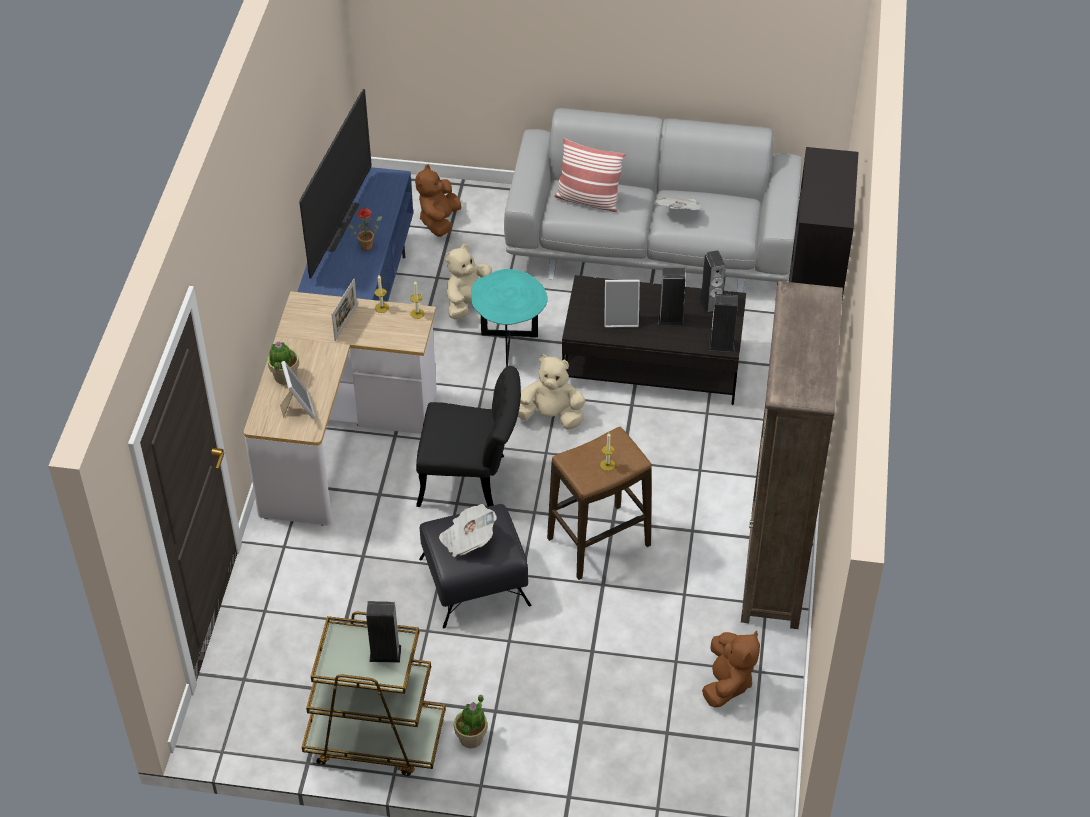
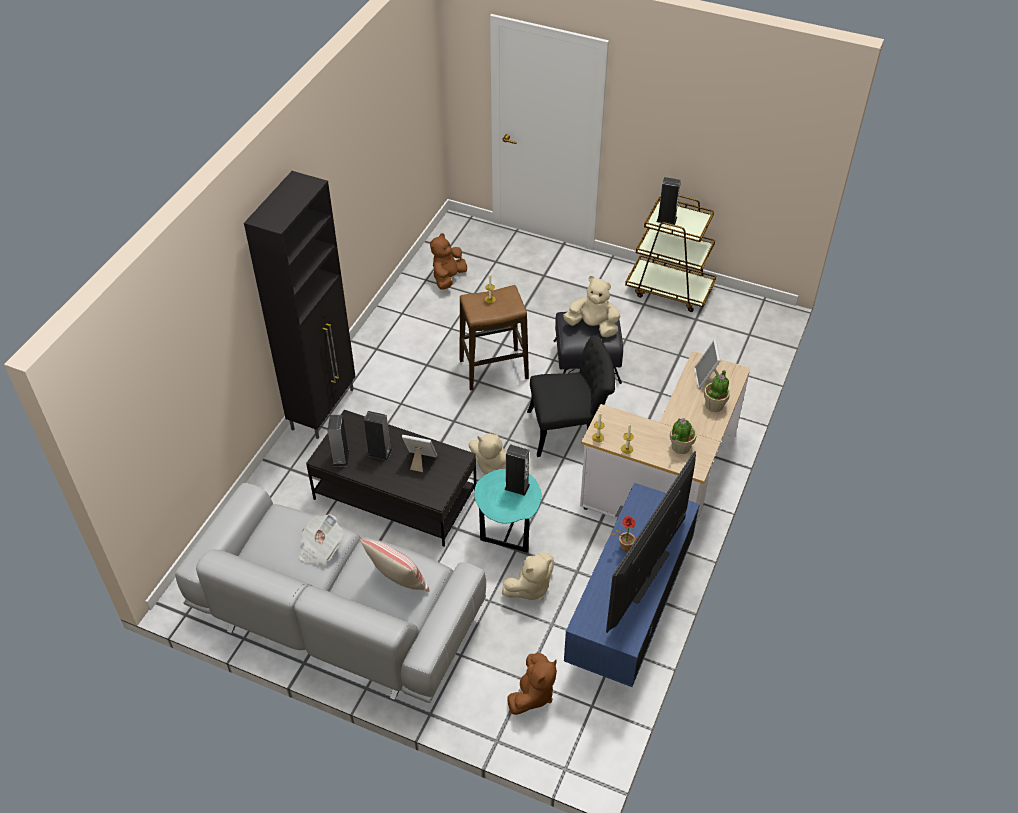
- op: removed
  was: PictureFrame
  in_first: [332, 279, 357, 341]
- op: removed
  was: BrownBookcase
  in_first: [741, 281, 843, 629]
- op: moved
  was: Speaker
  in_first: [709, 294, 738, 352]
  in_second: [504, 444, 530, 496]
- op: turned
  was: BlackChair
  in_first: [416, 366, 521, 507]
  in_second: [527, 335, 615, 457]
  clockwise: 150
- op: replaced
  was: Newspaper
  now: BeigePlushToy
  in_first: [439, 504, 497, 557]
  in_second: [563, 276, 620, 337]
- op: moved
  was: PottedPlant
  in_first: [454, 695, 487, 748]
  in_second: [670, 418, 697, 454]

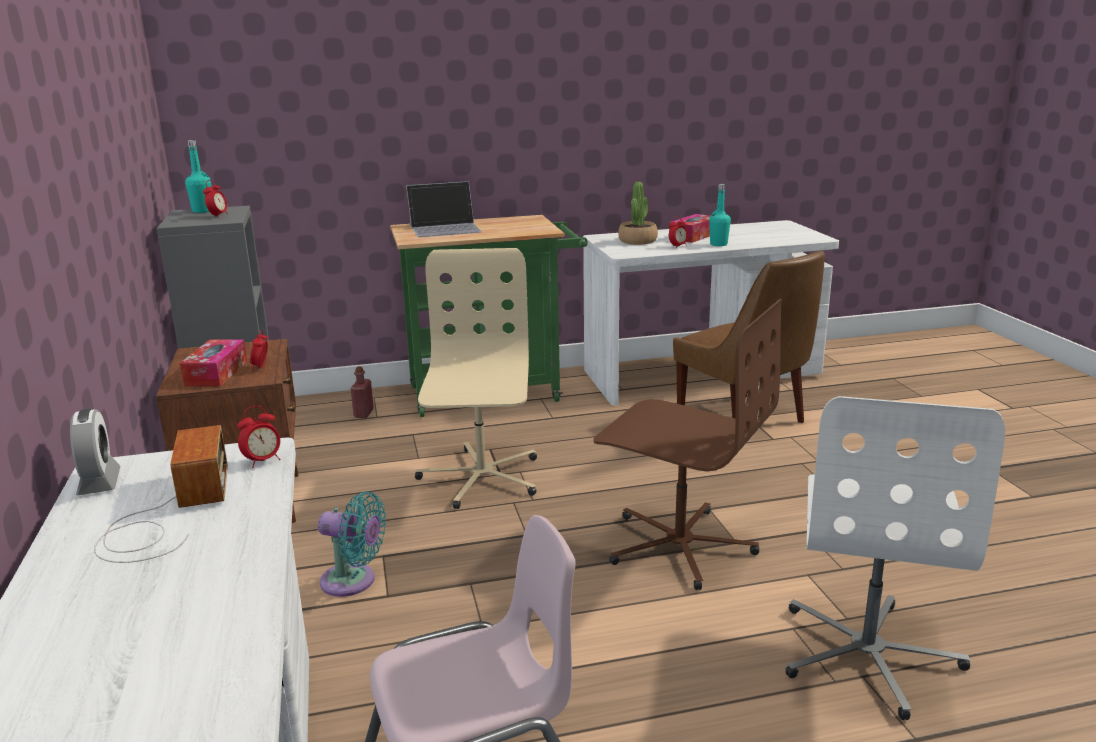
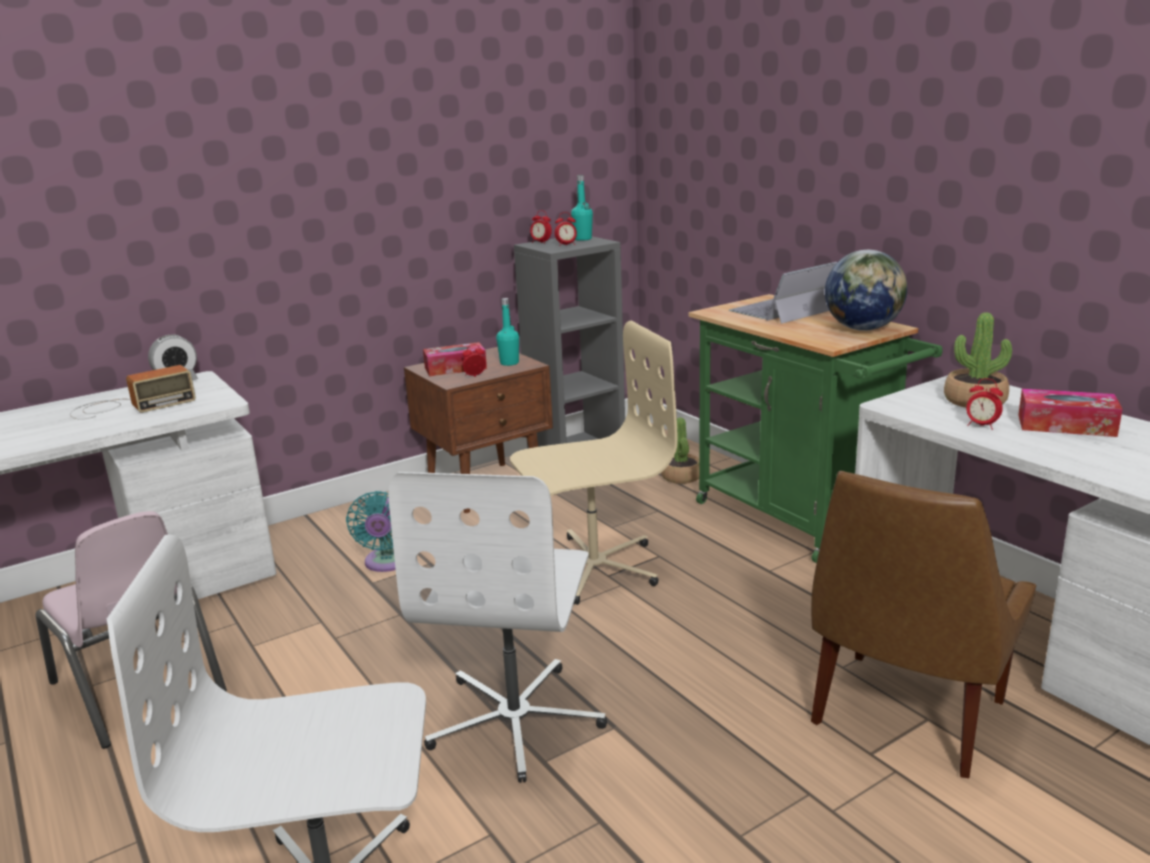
- op: turned
  was: Laptop
  in_first: [406, 181, 482, 237]
  in_second: [729, 262, 837, 324]
  clockwise: 90
- op: moved
  was: TurquoiseBottle
  in_first: [709, 184, 731, 246]
  in_second: [496, 298, 519, 366]
- op: recoloured
  was: BrownOfficeChair
  now: WhiteOfficeChair
  in_first: [593, 299, 782, 590]
  in_second: [388, 472, 607, 783]
- op: replaced
  was: RedBottle
  now: PottedPlant
  in_first: [350, 366, 374, 418]
  in_second: [661, 418, 699, 484]
- op: moved
  was: AlarmClock
  in_first: [237, 406, 280, 468]
  in_second: [530, 210, 552, 244]
- op: added
  now: Globe
  in_second: [825, 250, 907, 331]

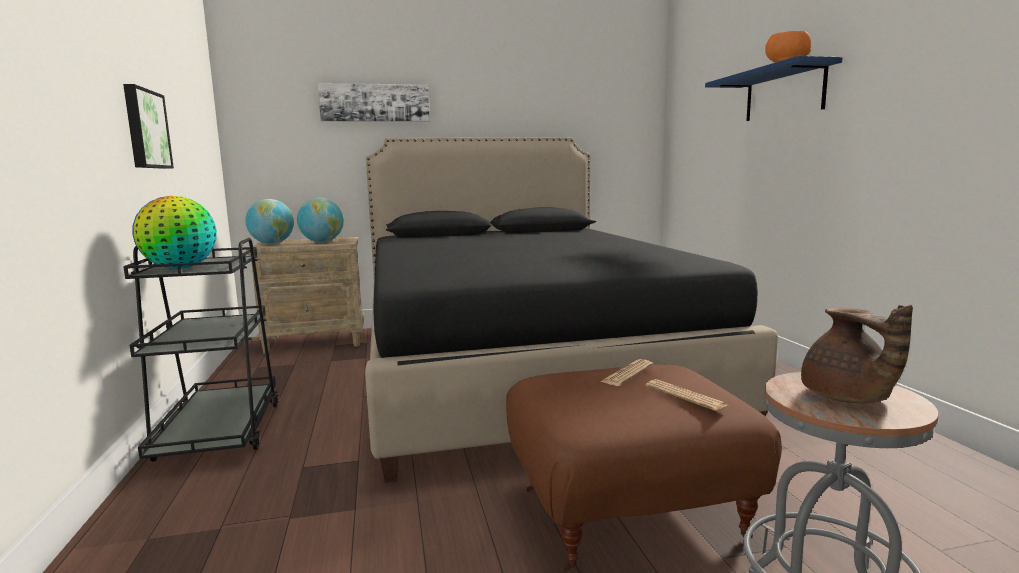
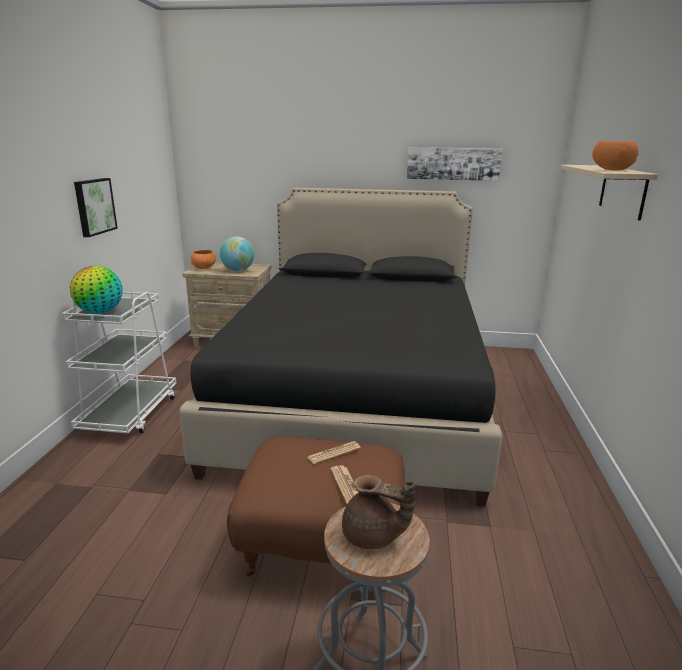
- op: recoloured
  was: BlueShelf
  now: BeigeShelf
  in_first: [705, 56, 842, 121]
  in_second: [561, 165, 658, 220]
- op: moved
  was: Picture
  in_first: [318, 83, 430, 122]
  in_second: [407, 147, 502, 181]
- op: replaced
  was: Globe
  now: OrangeBowl
  in_first: [245, 199, 294, 244]
  in_second: [191, 250, 216, 269]
- op: recoloured
  was: BlackCart
  now: WhiteCart
  in_first: [123, 238, 279, 462]
  in_second: [62, 292, 176, 433]
- op: turned
  was: BrownTeapot
  in_first: [801, 304, 913, 403]
  in_second: [342, 475, 416, 550]
  clockwise: -75

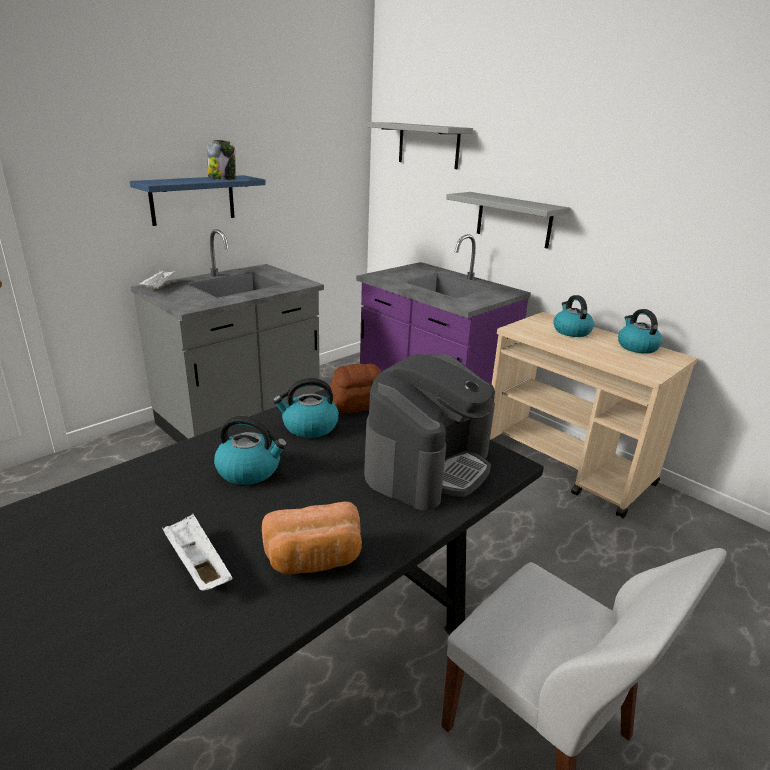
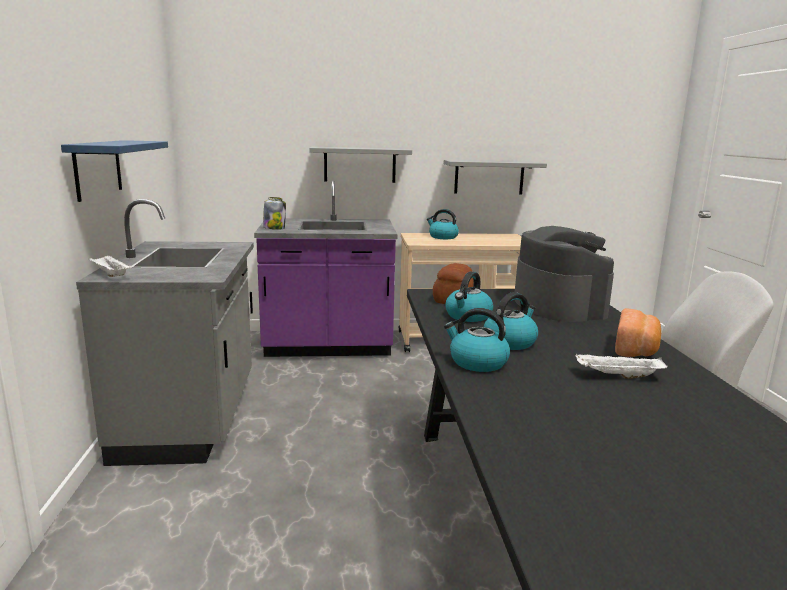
- op: moved
  was: GreyShelf
  in_first: [367, 122, 473, 169]
  in_second: [444, 160, 547, 194]
- op: moved
  was: Jar
  in_first: [207, 140, 235, 180]
  in_second: [263, 197, 286, 230]
- op: moved
  was: Kettle
  in_first: [618, 309, 663, 354]
  in_second: [444, 308, 510, 372]

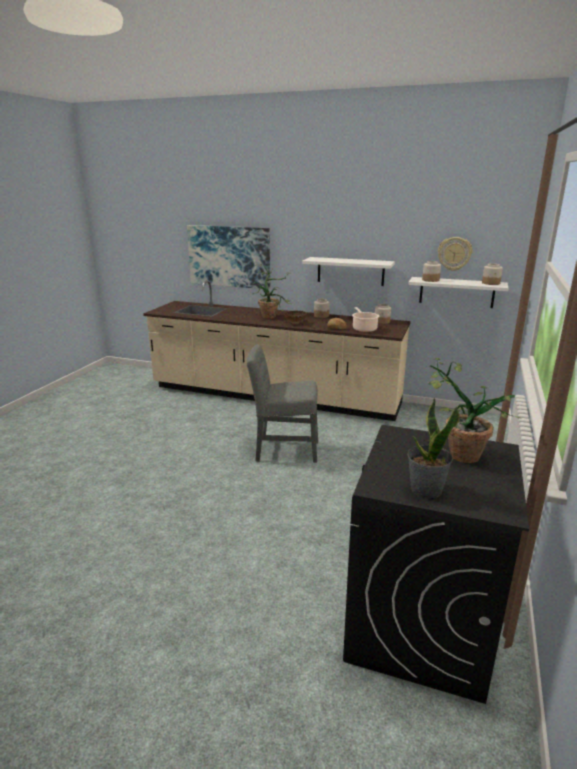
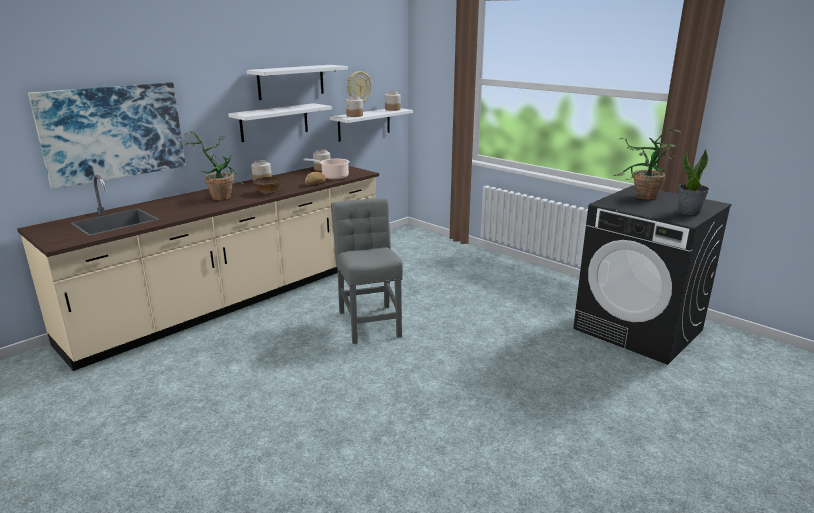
- op: turned
  was: GreyChair
  in_first: [247, 344, 318, 463]
  in_second: [331, 198, 403, 344]
  clockwise: 135
- op: added
  now: WhiteShelf
  in_second: [246, 65, 348, 100]

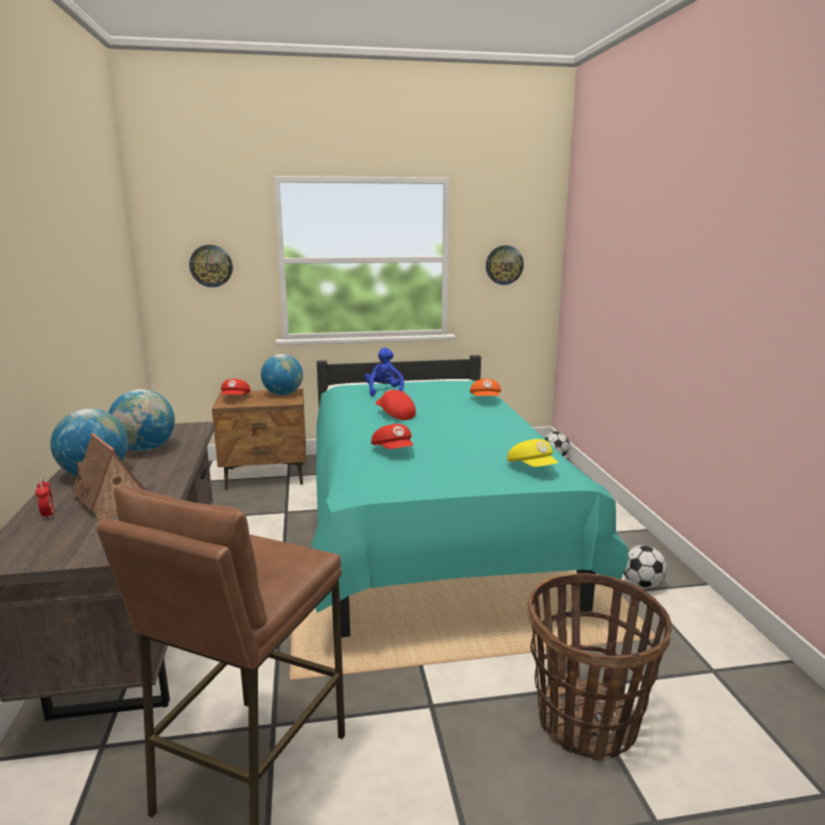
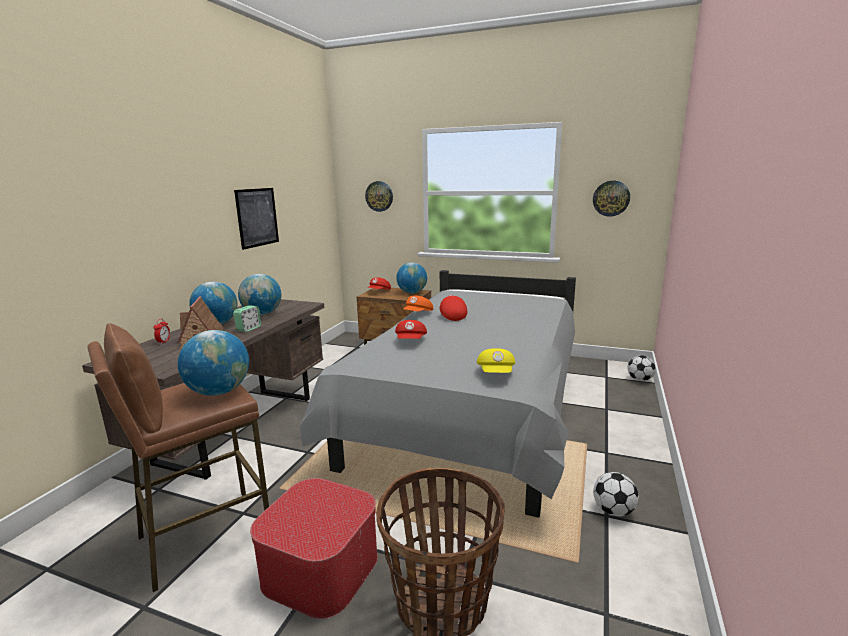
- op: removed
  was: BluePlushToy
  in_first: [365, 348, 404, 396]
- op: recoloured
  was: TurquoiseBed
  now: GreyBed
  in_first: [312, 355, 629, 637]
  in_second: [300, 270, 576, 518]
- op: moved
  was: OrangeCap
  in_first: [470, 379, 501, 396]
  in_second: [404, 296, 433, 311]
- op: added
  now: Picture
  in_second: [234, 188, 279, 250]
- op: added
  now: AlarmClock
  in_second: [233, 305, 261, 332]
- op: added
  now: Globe
  in_second: [178, 330, 249, 396]
- op: added
  now: Ottoman
  in_second: [250, 478, 378, 619]

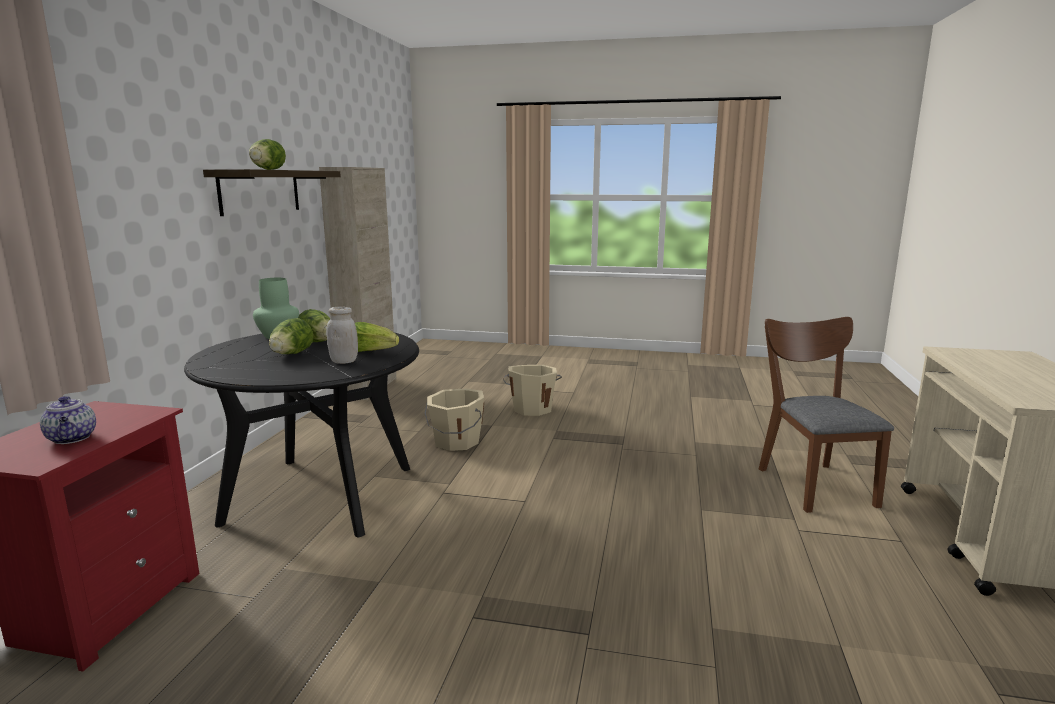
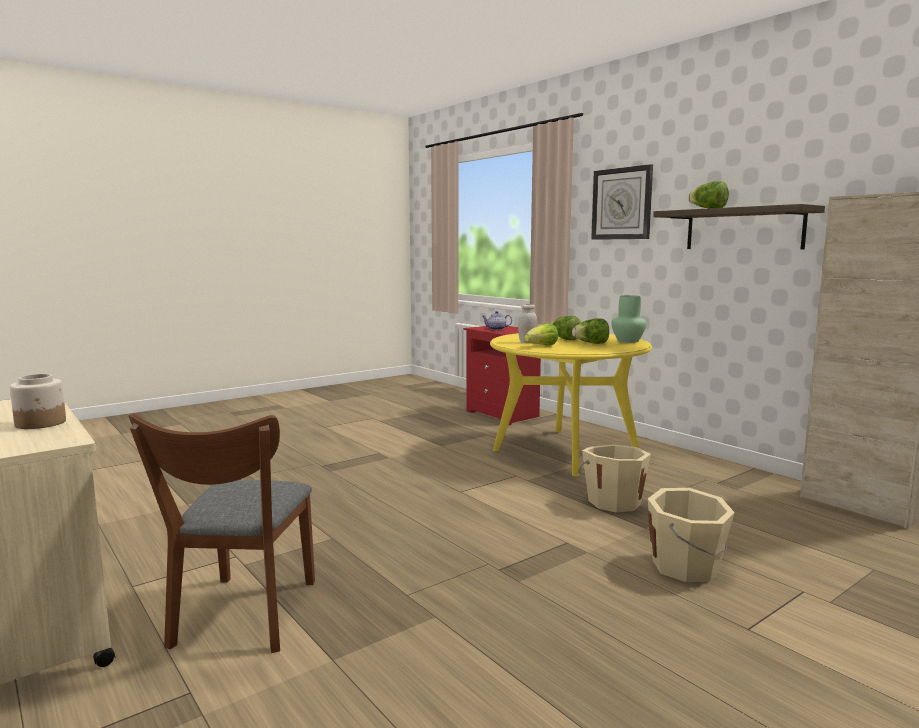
- op: turned
  was: BrownChair
  in_first: [758, 317, 894, 513]
  in_second: [129, 413, 315, 653]
  clockwise: 60
- op: recoloured
  was: BlackDiningTable
  now: YellowDiningTable
  in_first: [184, 332, 419, 538]
  in_second: [490, 333, 652, 476]
- op: added
  now: WallClock
  in_second: [591, 164, 653, 240]
- op: added
  now: Jar
  in_second: [10, 374, 66, 429]

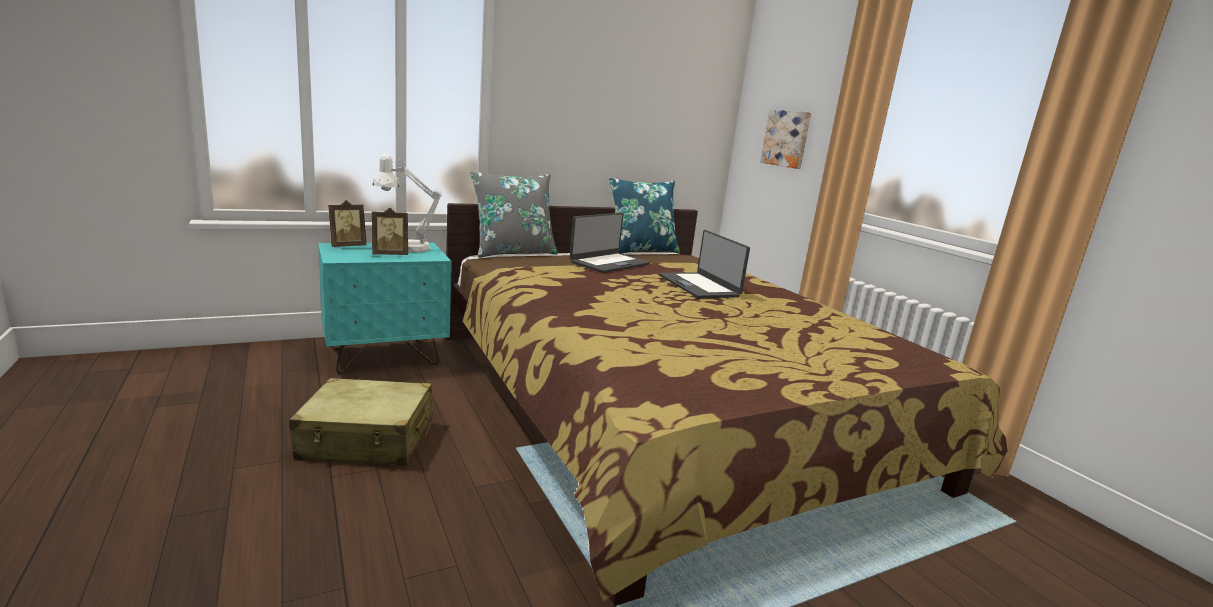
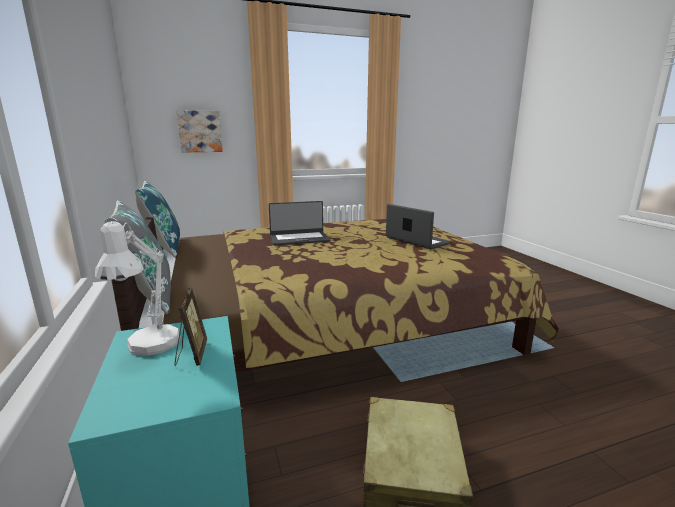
- op: removed
  was: PictureFrame
  in_first: [328, 200, 366, 247]
- op: moved
  was: Laptop
  in_first: [570, 213, 650, 273]
  in_second: [386, 204, 452, 249]

